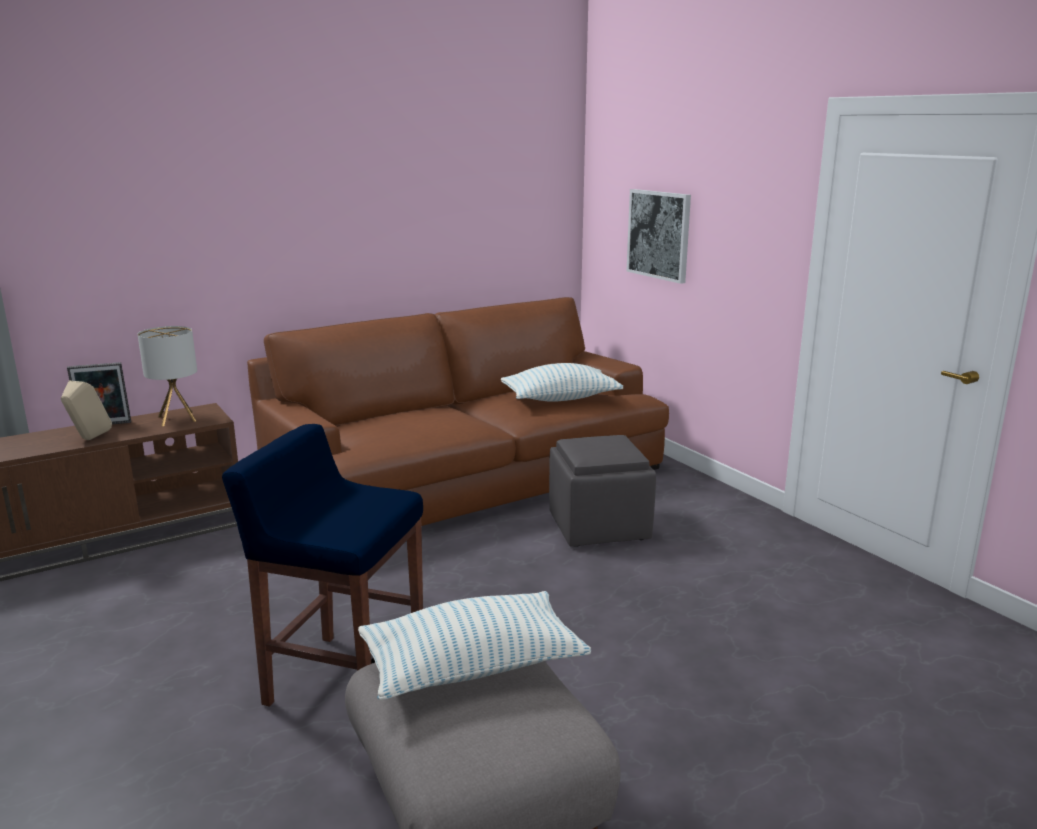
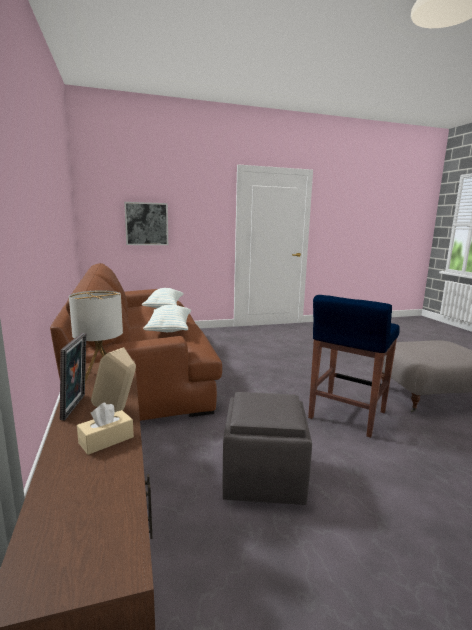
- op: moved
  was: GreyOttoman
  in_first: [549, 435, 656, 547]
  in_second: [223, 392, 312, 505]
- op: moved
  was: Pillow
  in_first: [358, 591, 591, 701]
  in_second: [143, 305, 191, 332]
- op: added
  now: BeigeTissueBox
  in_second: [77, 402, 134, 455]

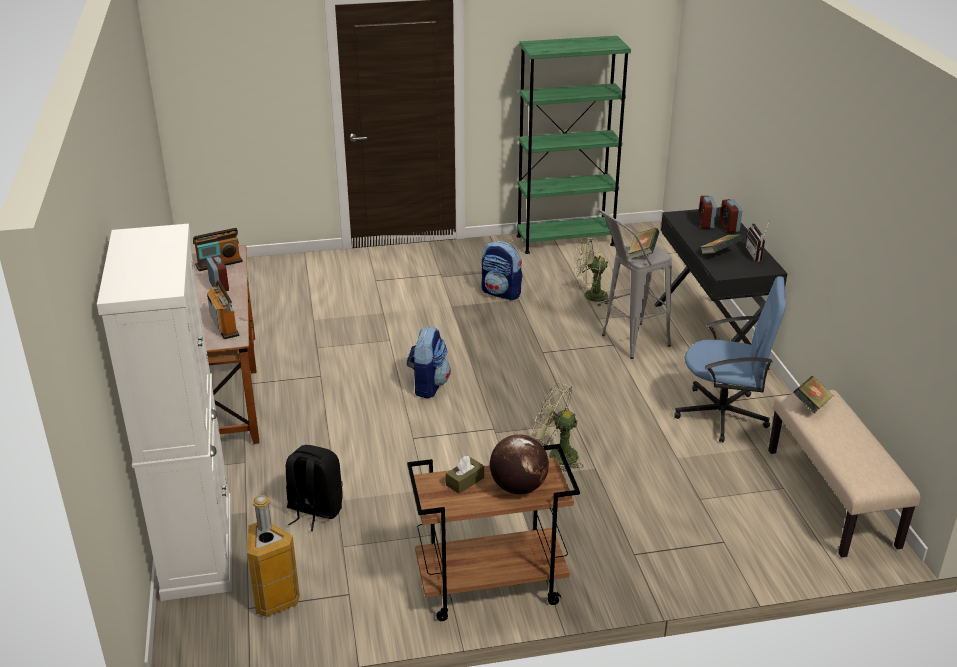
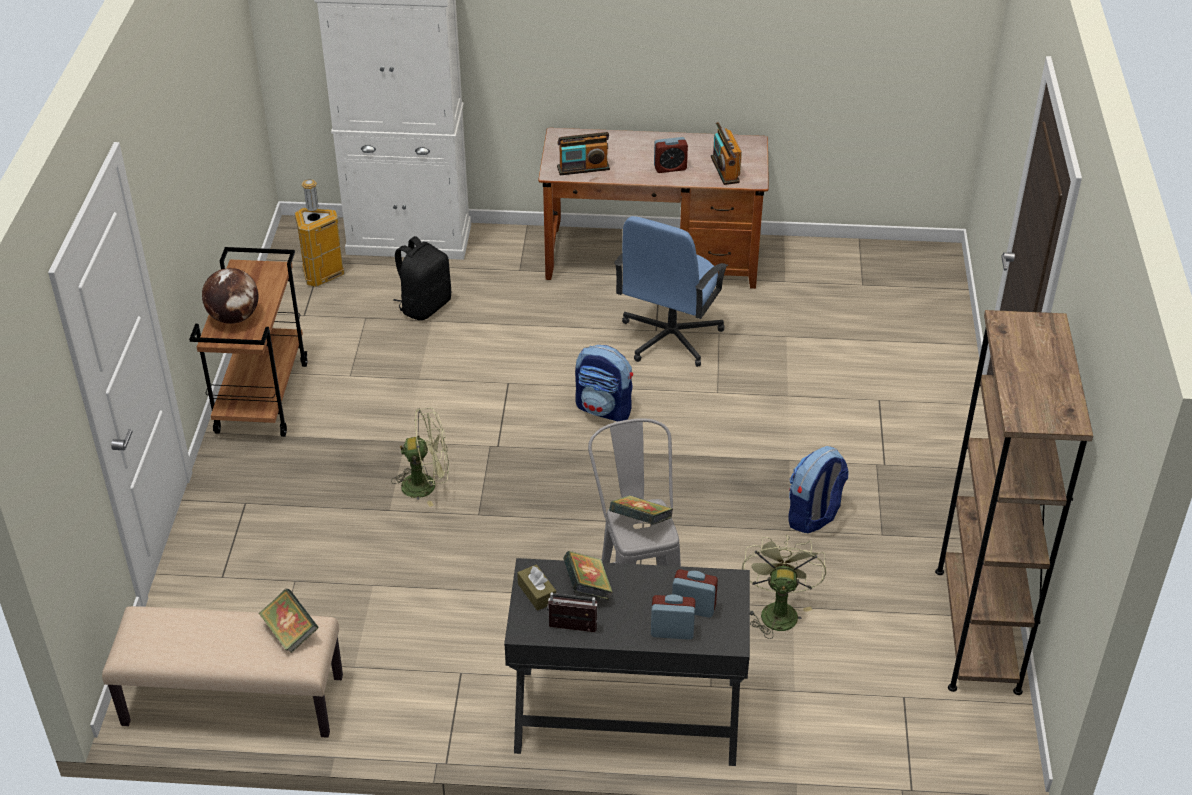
- op: recoloured
  was: GreenBookcase
  now: BrownBookcase
  in_first: [516, 36, 631, 254]
  in_second: [935, 310, 1093, 695]
- op: moved
  was: BlueOfficeChair
  in_first: [674, 276, 786, 443]
  in_second: [614, 216, 729, 367]
- op: turned
  was: GreenFan
  in_first: [532, 382, 583, 472]
  in_second: [391, 407, 449, 507]
  clockwise: 45
- op: moved
  was: BrownTissueBox
  in_first: [446, 456, 484, 494]
  in_second: [517, 564, 556, 611]

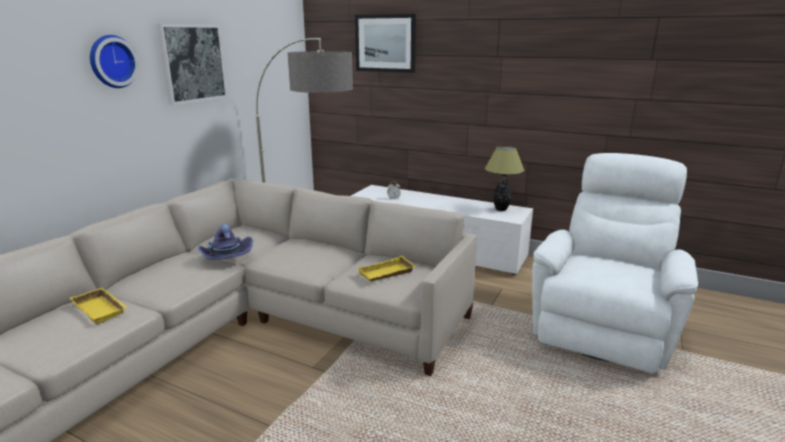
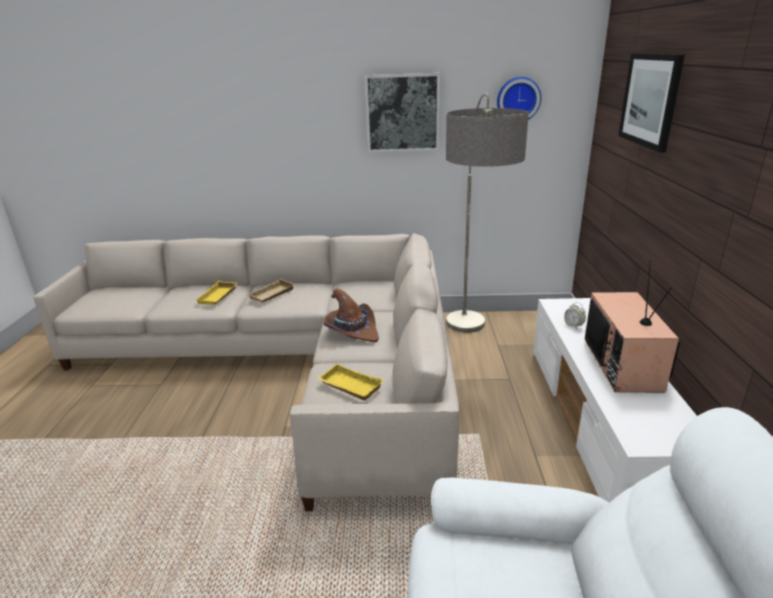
- op: moved
  was: WallClock
  in_first: [90, 35, 139, 88]
  in_second: [497, 77, 541, 120]
- op: removed
  was: TableLamp
  in_first: [485, 146, 525, 211]
- op: removed
  was: PurpleHat
  in_first: [198, 224, 253, 260]
- op: added
  now: Television
  in_second: [584, 260, 680, 392]
- op: added
  now: BeigeTray
  in_second: [249, 279, 295, 303]
- op: added
  now: BrownHat
  in_second: [323, 289, 379, 342]

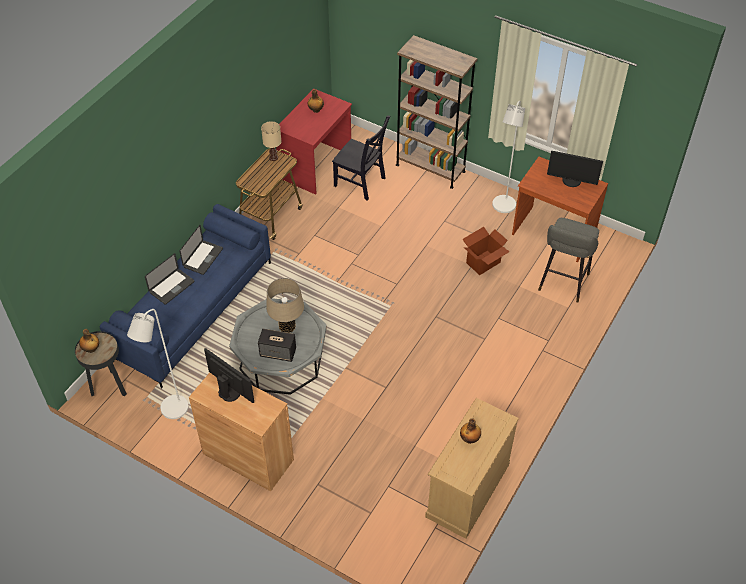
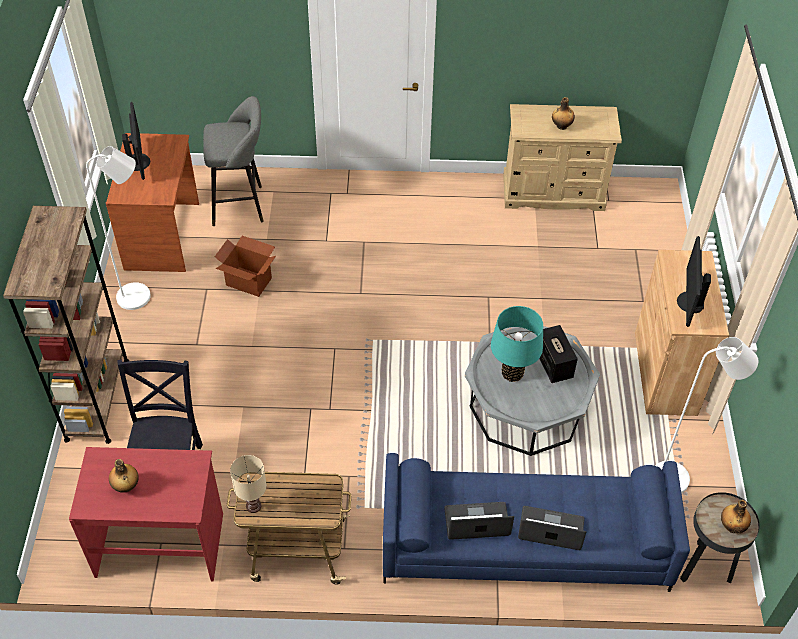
- op: recoloured
  was: BeigeTableLamp
  now: TurquoiseTableLamp
  in_first: [266, 278, 304, 333]
  in_second: [491, 306, 543, 382]

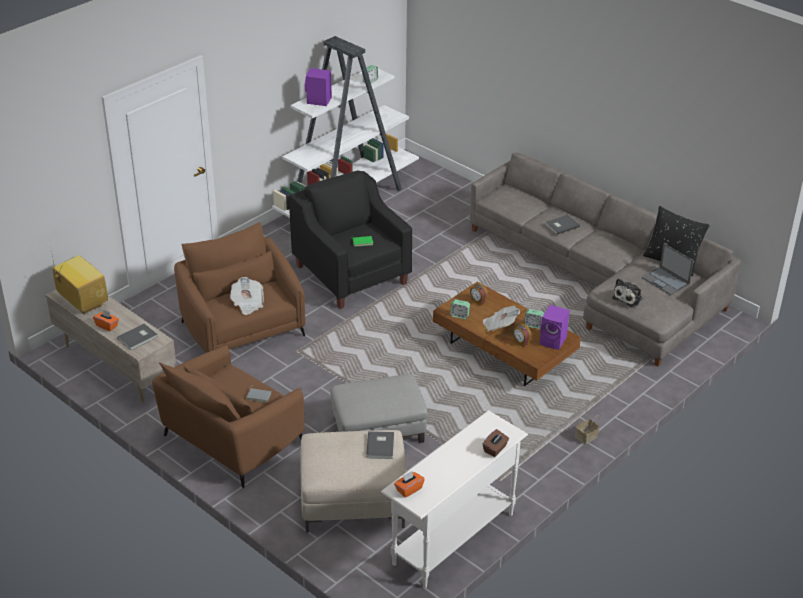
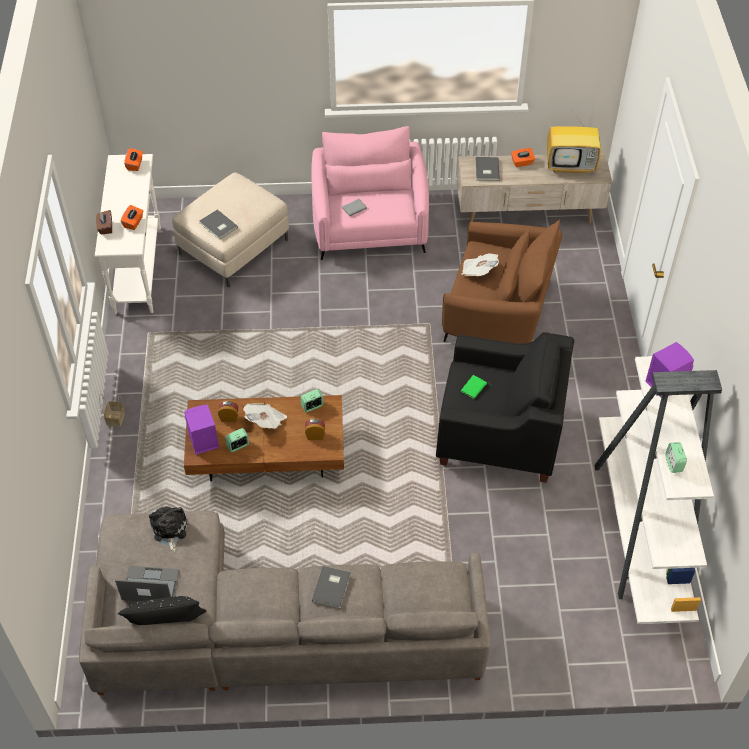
- op: recoloured
  was: BrownArmchair
  now: PinkArmchair
  in_first: [152, 345, 305, 488]
  in_second: [311, 126, 429, 260]
- op: removed
  was: GreyOttoman
  in_first: [330, 374, 428, 443]
- op: added
  now: OrangeTissueBox
  in_second: [121, 205, 143, 230]

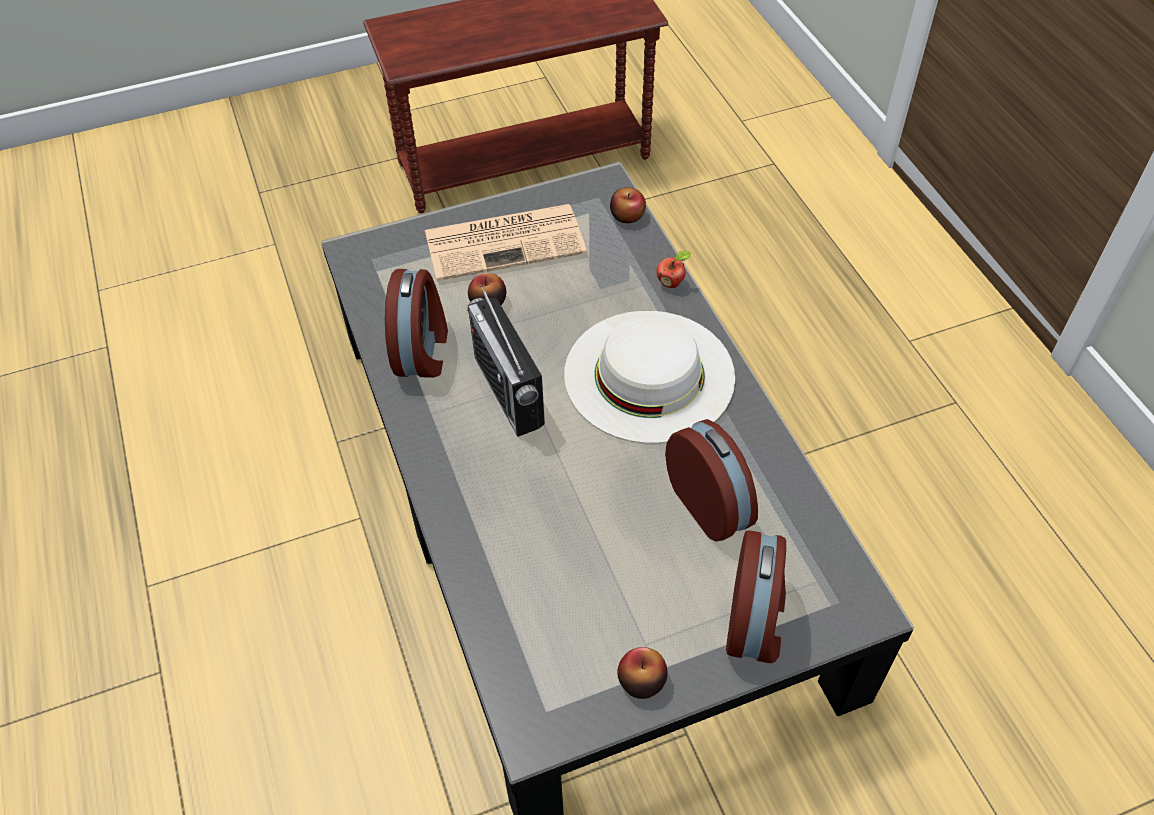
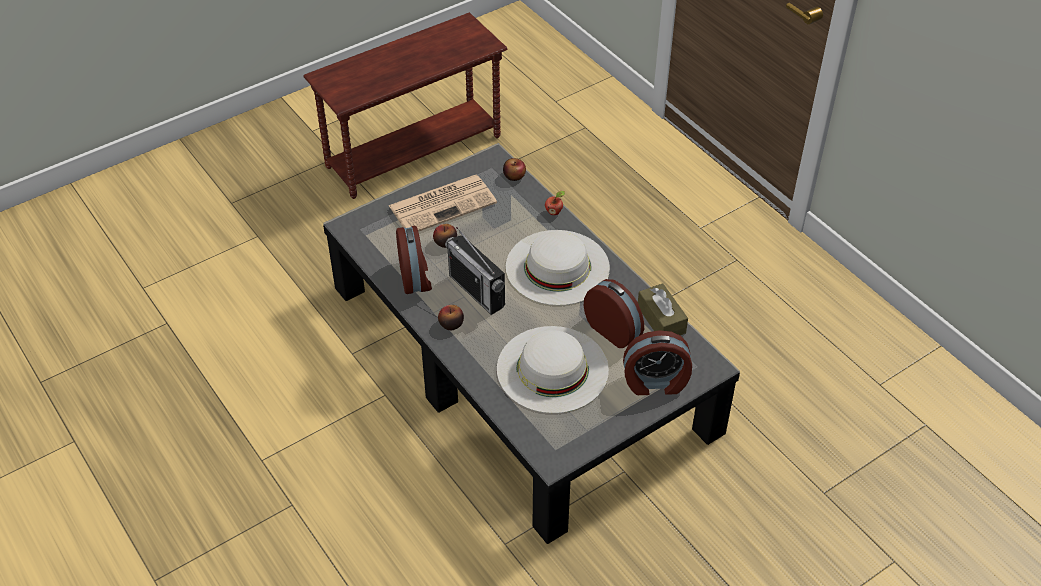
- op: turned
  was: AlarmClock
  in_first: [726, 530, 786, 663]
  in_second: [623, 330, 692, 395]
  clockwise: 90
- op: moved
  was: Apple
  in_first: [617, 647, 668, 699]
  in_second: [438, 305, 464, 330]
- op: added
  now: BrownTissueBox
  in_second: [638, 283, 688, 335]
- op: added
  now: WhiteHat
  in_second: [497, 326, 609, 413]

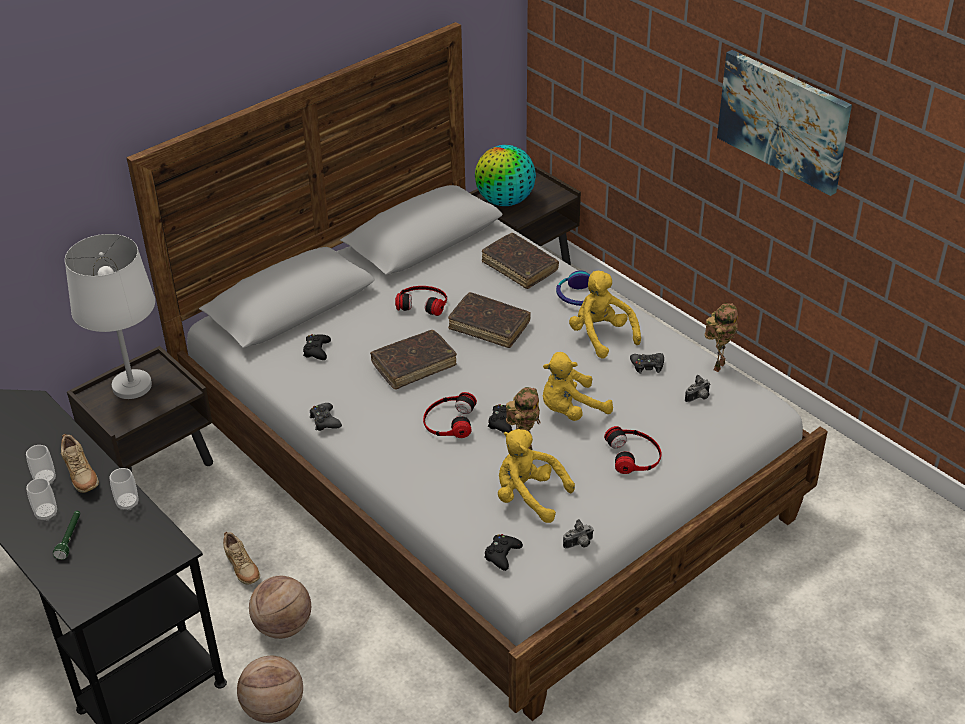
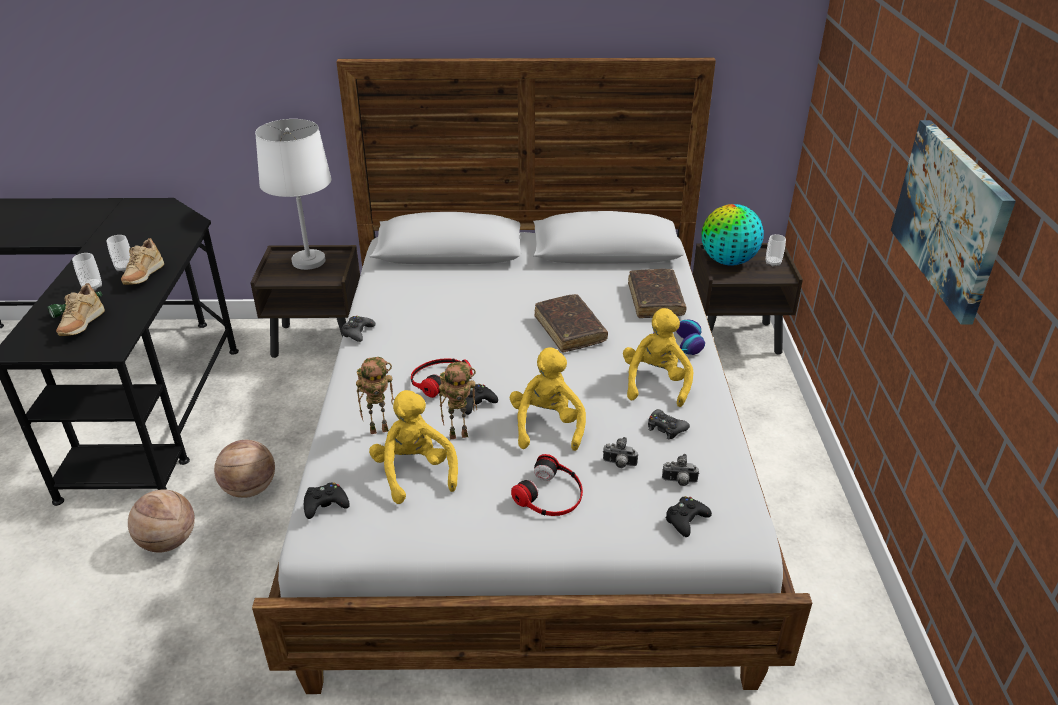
- op: removed
  was: Headphones
  in_first: [395, 286, 447, 316]
- op: moved
  was: ToyRobot
  in_first: [705, 303, 738, 372]
  in_second: [356, 357, 395, 434]
- op: removed
  was: BrownBook
  in_first: [370, 330, 457, 389]
- op: moved
  was: BlackGameController
  in_first: [303, 334, 331, 360]
  in_second: [665, 496, 712, 537]
- op: turned
  was: YellowPlushToy
  in_first: [542, 352, 613, 421]
  in_second: [510, 347, 586, 451]
  clockwise: 75
- op: moved
  was: Cup
  in_first: [110, 468, 138, 510]
  in_second: [766, 234, 786, 267]
- op: moved
  was: PhotoCamera
  in_first: [563, 519, 594, 549]
  in_second: [603, 437, 638, 468]
- op: moved
  was: BeigeShoe
  in_first: [223, 531, 260, 585]
  in_second: [56, 283, 105, 336]

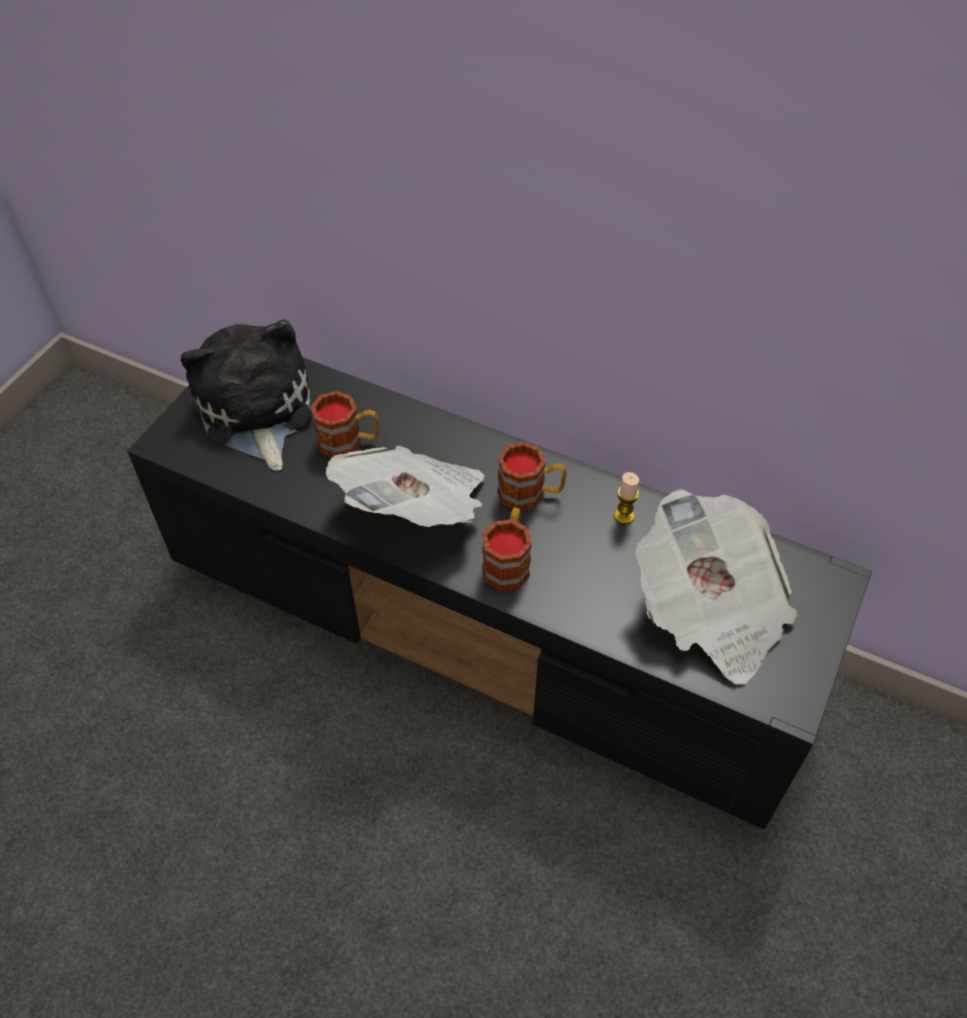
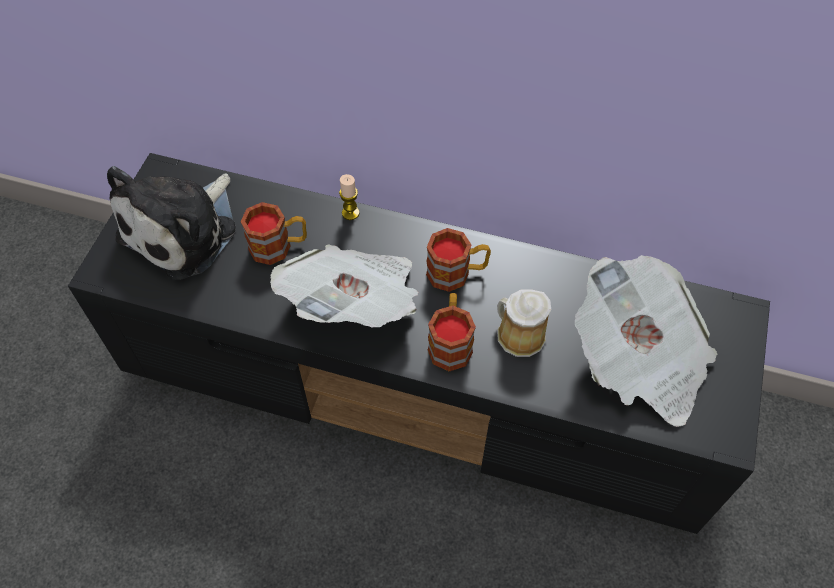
- op: turned
  was: PlushToy
  in_first: [181, 320, 311, 471]
  in_second: [107, 166, 236, 280]
  clockwise: -120
- op: moved
  was: Candle
  in_first: [614, 472, 639, 524]
  in_second: [339, 174, 359, 220]
- op: added
  now: Mug
  in_second: [497, 289, 551, 357]

